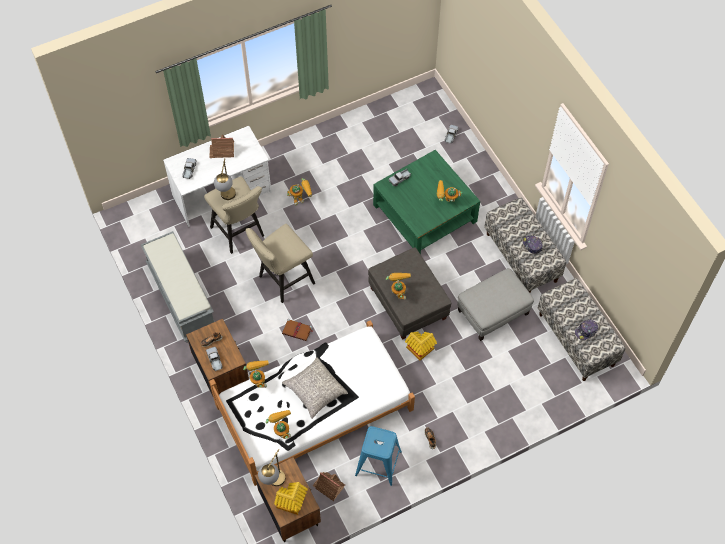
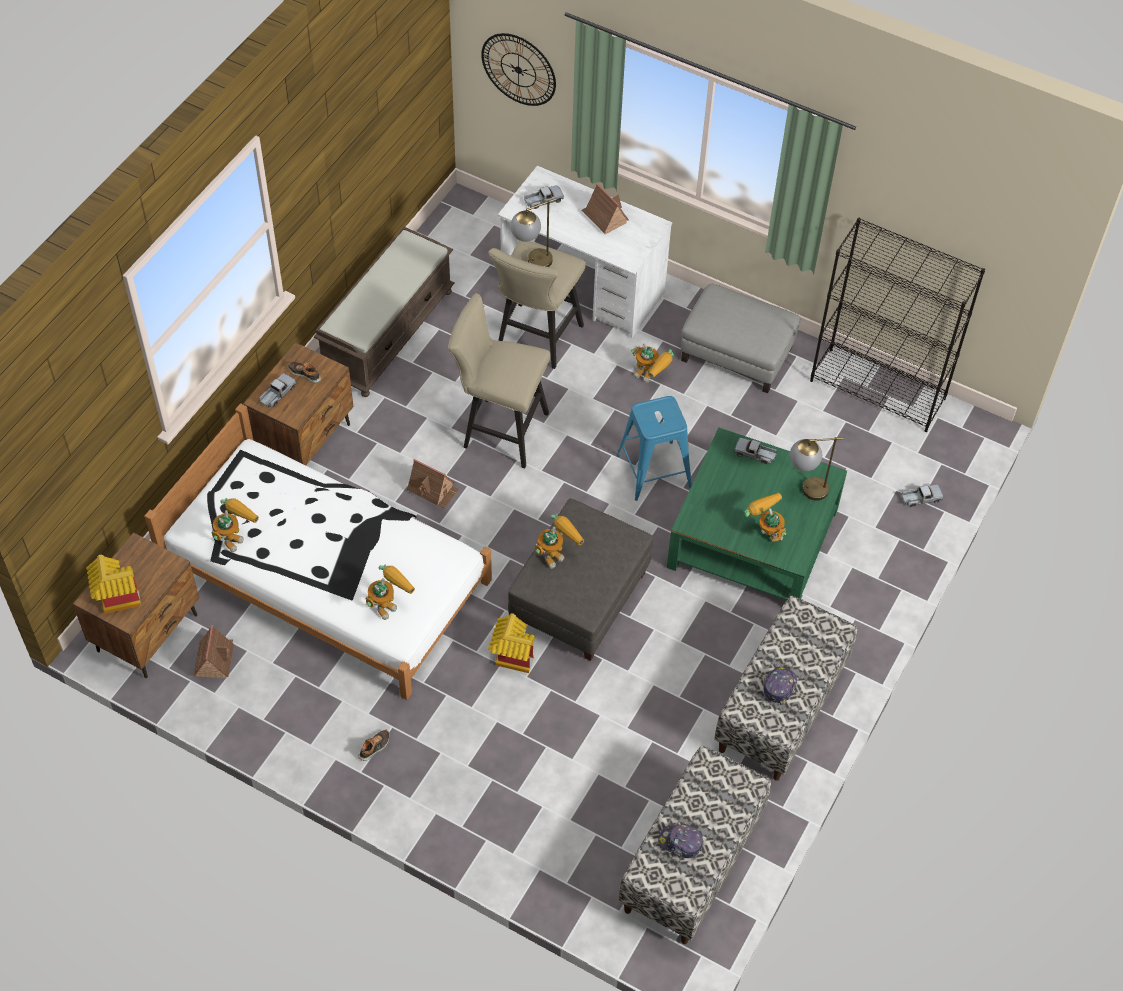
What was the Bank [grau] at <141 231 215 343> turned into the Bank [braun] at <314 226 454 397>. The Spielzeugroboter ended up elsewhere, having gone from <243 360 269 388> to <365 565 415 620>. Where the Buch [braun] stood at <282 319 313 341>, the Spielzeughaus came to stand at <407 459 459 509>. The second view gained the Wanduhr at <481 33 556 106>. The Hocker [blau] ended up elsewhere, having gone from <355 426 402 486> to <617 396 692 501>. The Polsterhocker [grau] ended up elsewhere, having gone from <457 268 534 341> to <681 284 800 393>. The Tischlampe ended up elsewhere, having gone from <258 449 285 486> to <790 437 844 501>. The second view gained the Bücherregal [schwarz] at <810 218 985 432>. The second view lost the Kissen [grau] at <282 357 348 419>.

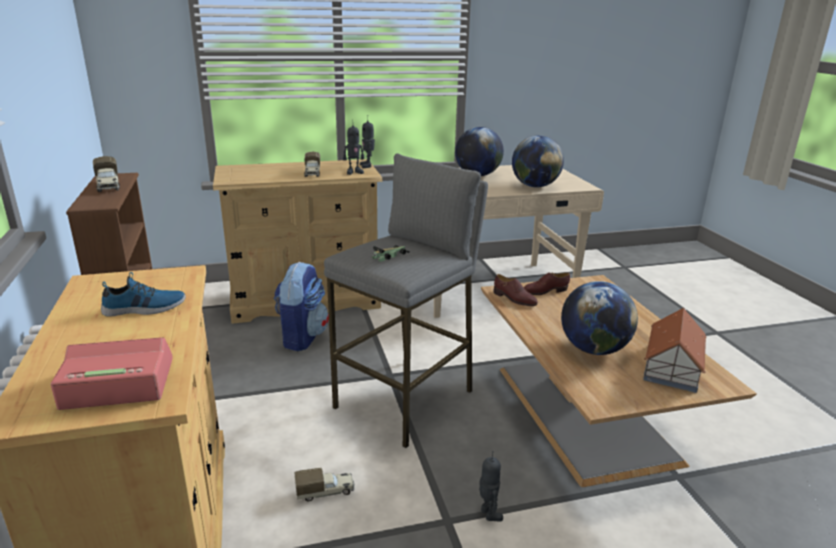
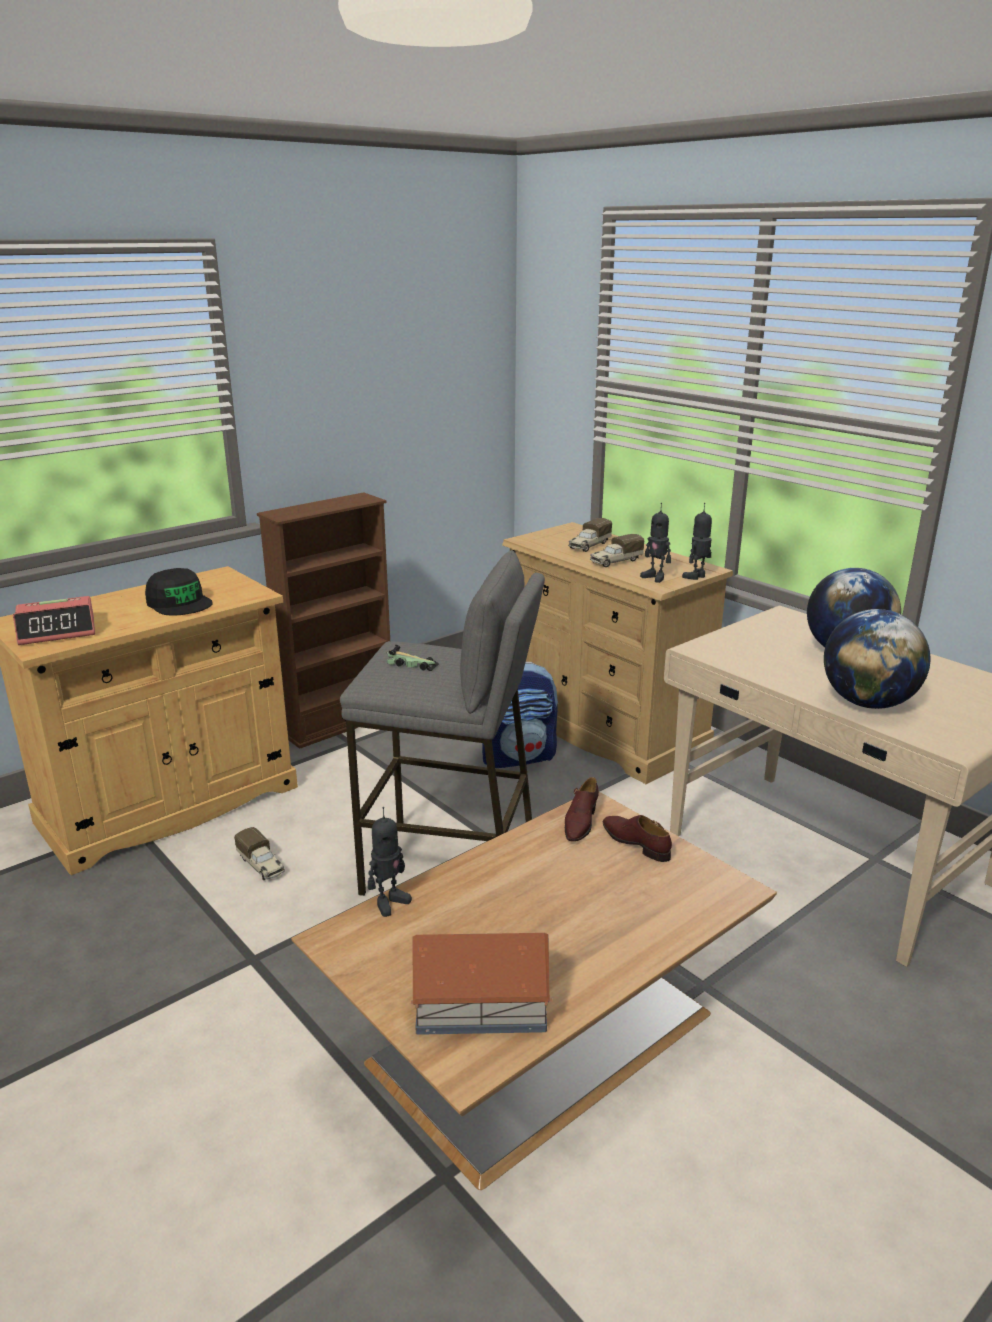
The Wecker at <50 337 172 410> ended up facing another way, 105 degrees clockwise from before. Where the Schuh stood at <101 272 186 317>, the Kappe [schwarz] came to stand at <145 568 213 615>. The Spielzeugroboter ended up elsewhere, having gone from <479 451 503 522> to <368 807 412 917>. The Spielzeuglaster ended up elsewhere, having gone from <93 156 120 192> to <568 518 612 552>. The second view lost the Globus at <561 281 638 355>.

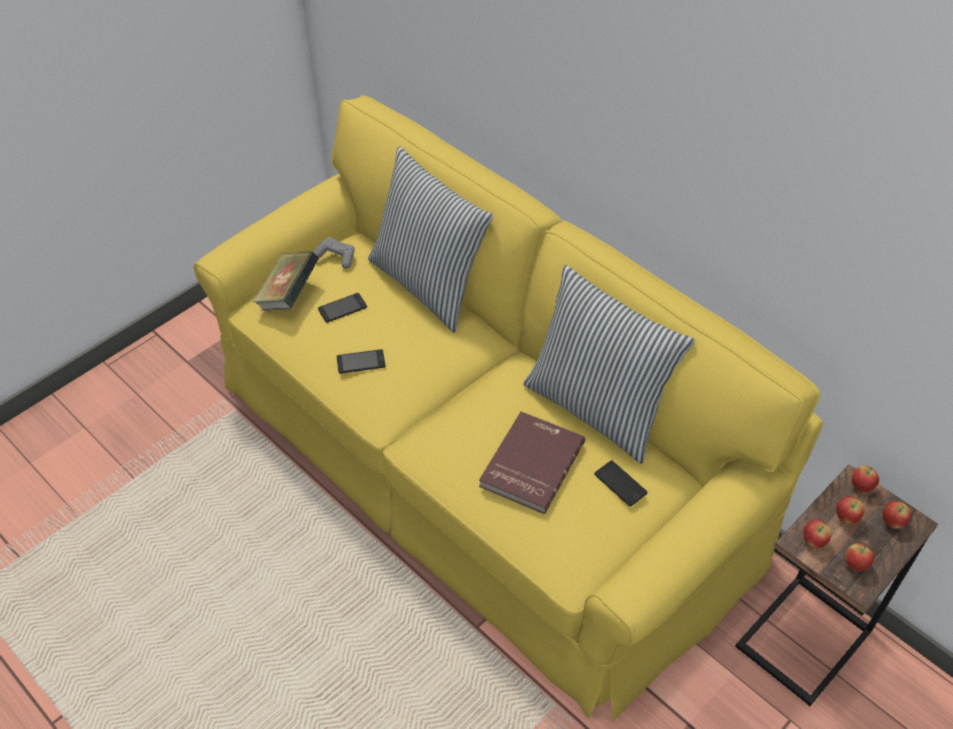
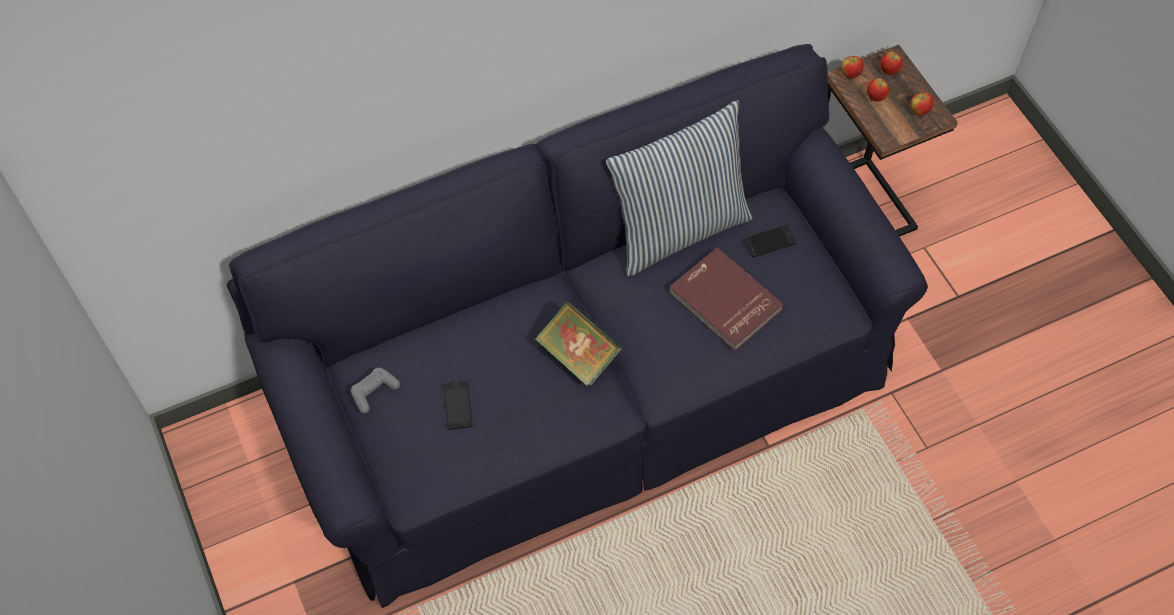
What was the Sofa [gelb] at <194 96 823 721> turned into the Sofa [schwarz] at <227 44 928 608>. The Buch ended up elsewhere, having gone from <253 251 319 311> to <535 300 623 386>. The second view lost the Handy at <337 349 385 374>. The second view lost the Kissen at <368 146 493 333>. The second view lost the Apfel at <803 520 832 548>.

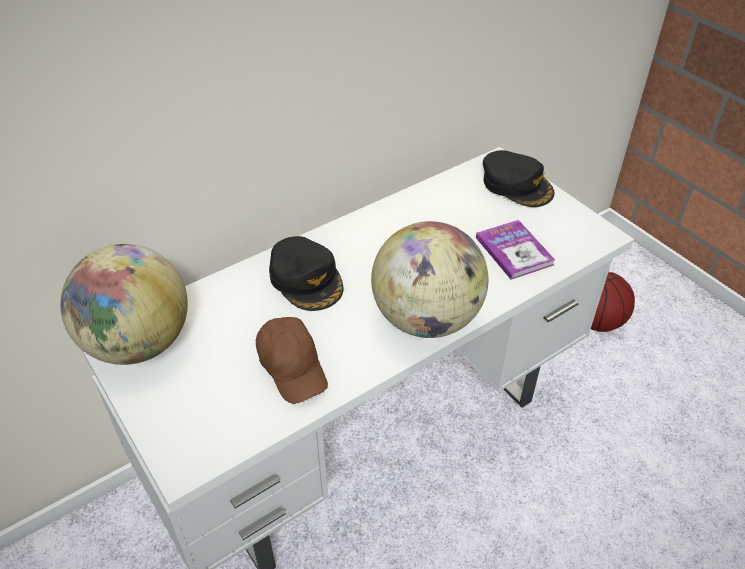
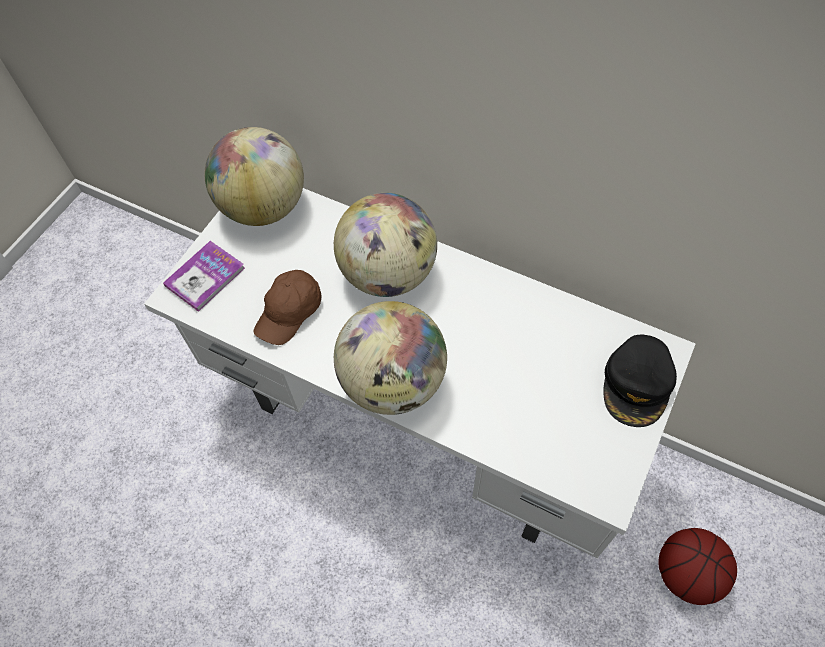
The Buch ended up elsewhere, having gone from <476 220 555 280> to <163 241 245 312>. Where the Kappe [schwarz] stood at <269 236 344 311>, the Globus came to stand at <334 193 437 297>.

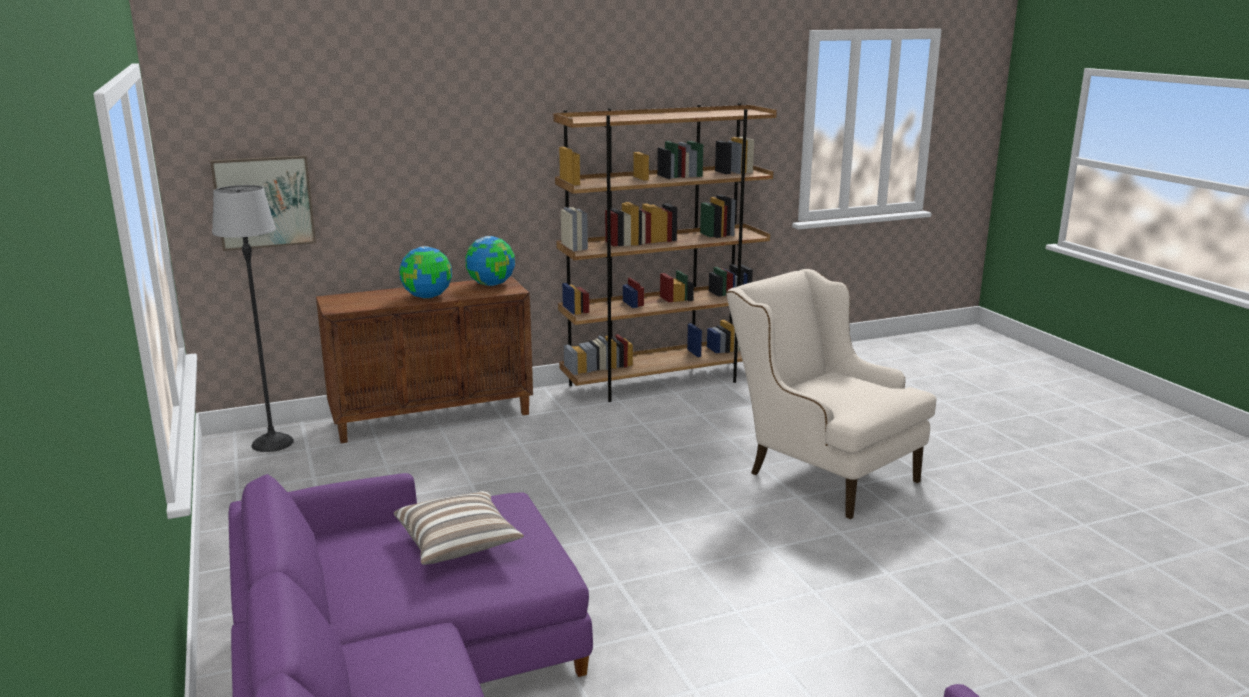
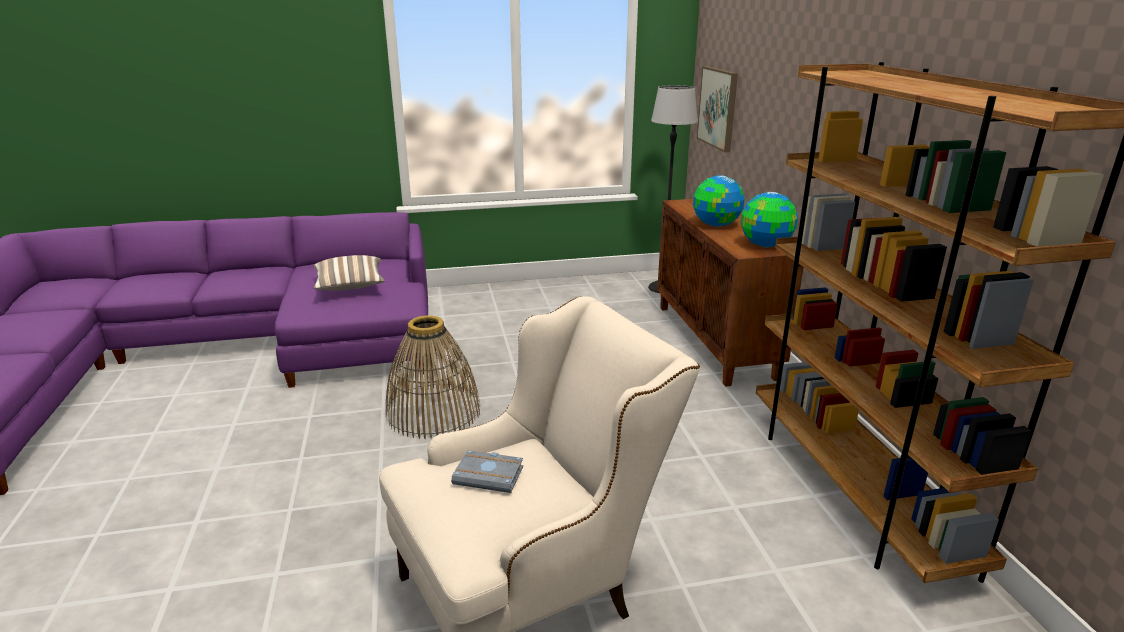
The second view gained the Korb at <386 315 481 439>. The second view gained the Buch [grau] at <451 450 523 493>.

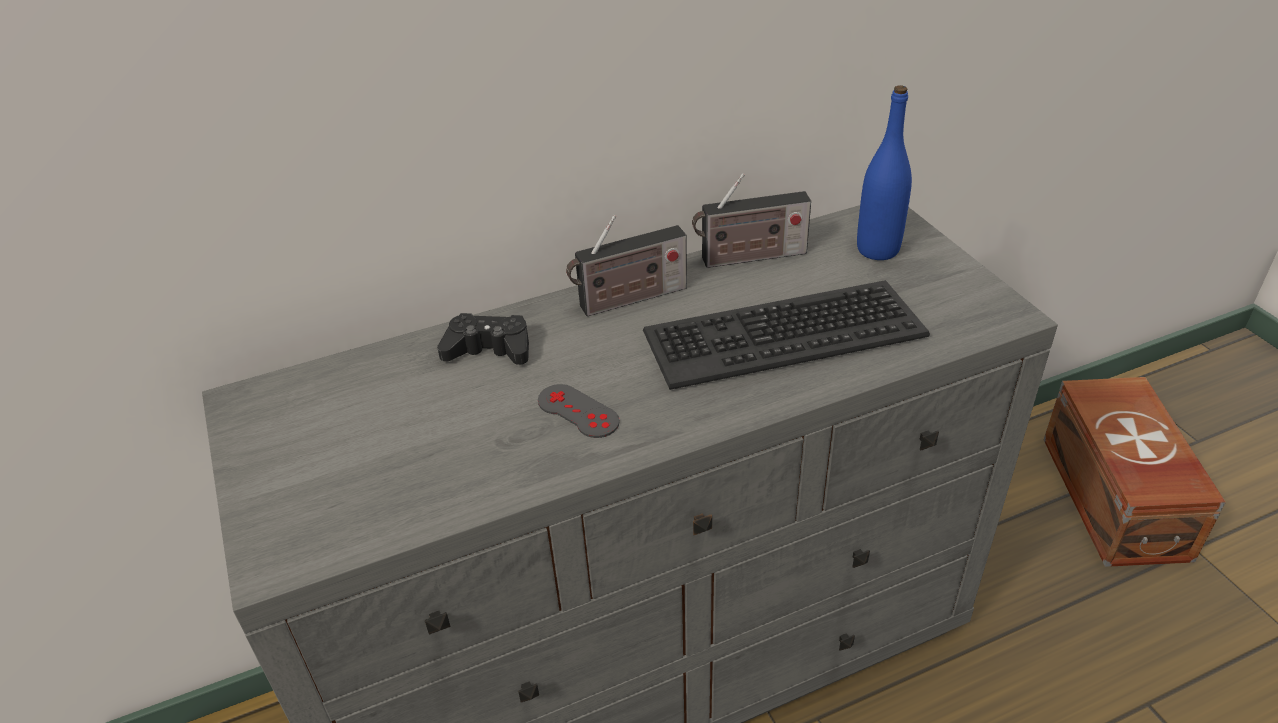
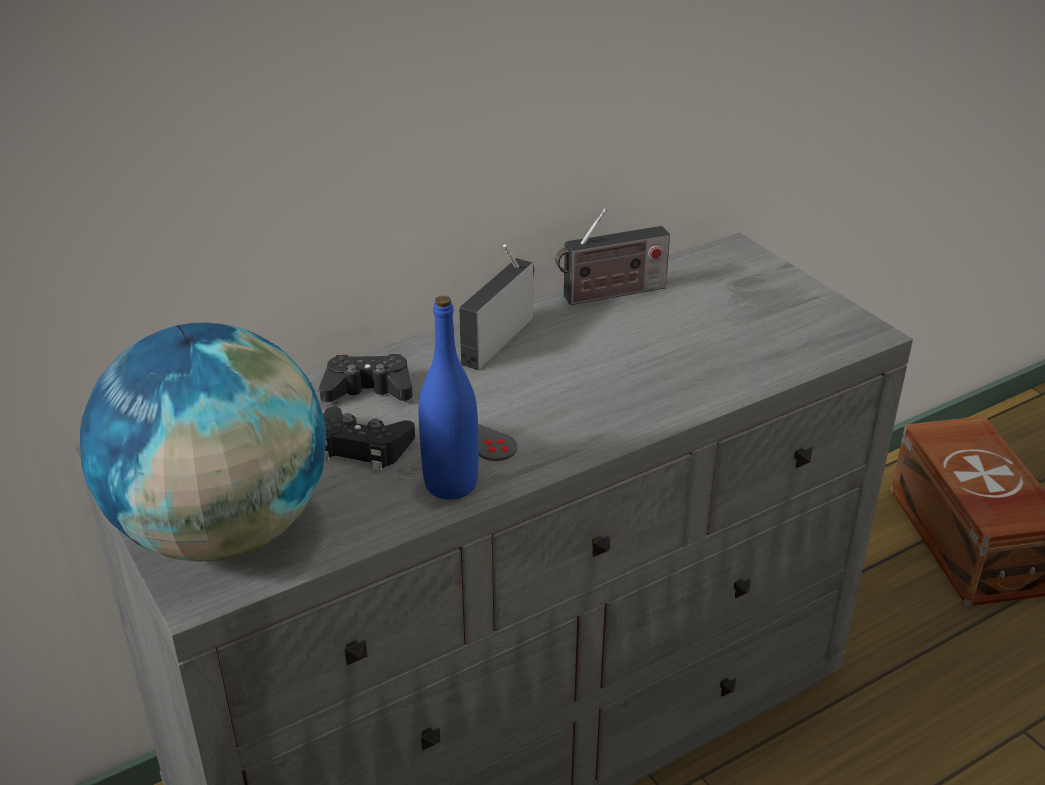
The second view gained the Globus at <80 323 326 562>. The second view gained the Gamepad [schwarz] at <323 407 415 471>. The Flasche [blau] ended up elsewhere, having gone from <857 85 912 260> to <418 296 478 500>. The Radio at <566 215 687 316> ended up facing another way, 150 degrees clockwise from before. The second view lost the Tastatur at <643 280 930 390>.

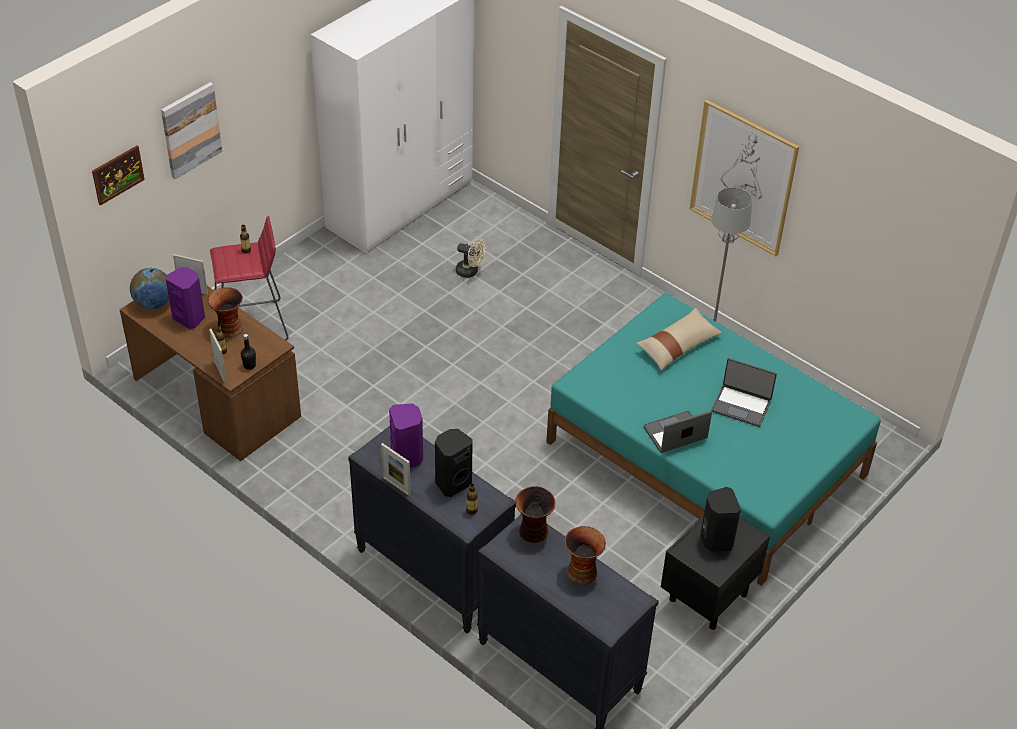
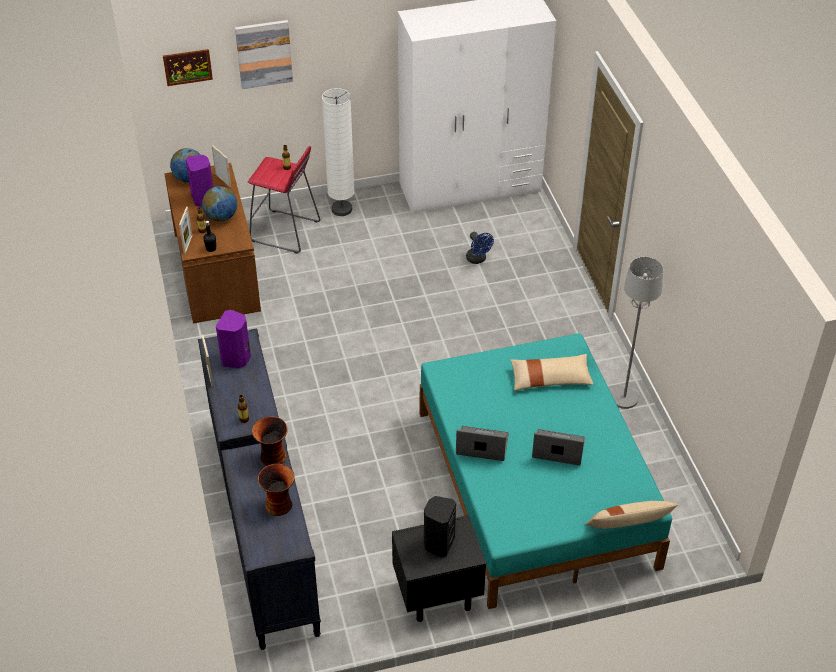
Where the Vase stood at <208 287 243 338>, the Globus came to stand at <202 186 237 222>. The second view gained the Stehlampe [weiß] at <322 88 355 216>. What was the Ventilator [beige] at <456 239 485 278> turned into the Ventilator [blau] at <466 232 494 264>. The Laptop at <711 358 777 427> ended up facing another way, 135 degrees clockwise from before. The second view gained the Kissen [beige] at <585 501 679 529>. The second view lost the Lautsprecher [schwarz] at <435 429 473 497>. The second view lost the Bild at <690 100 799 256>.

